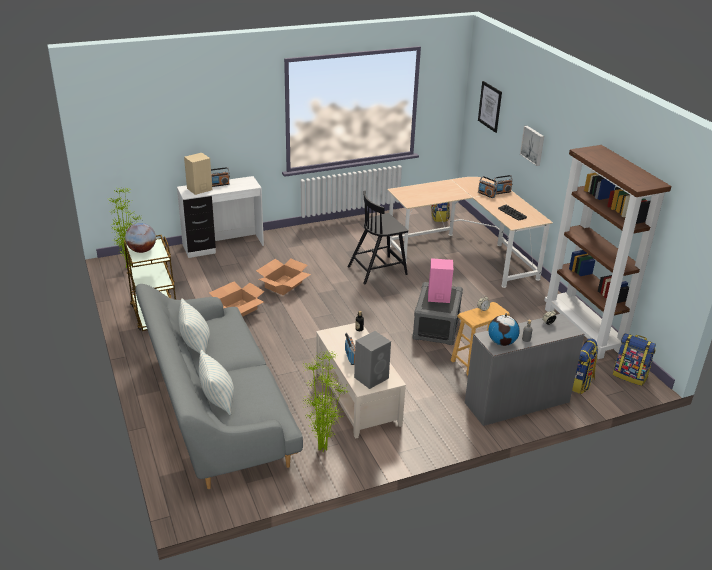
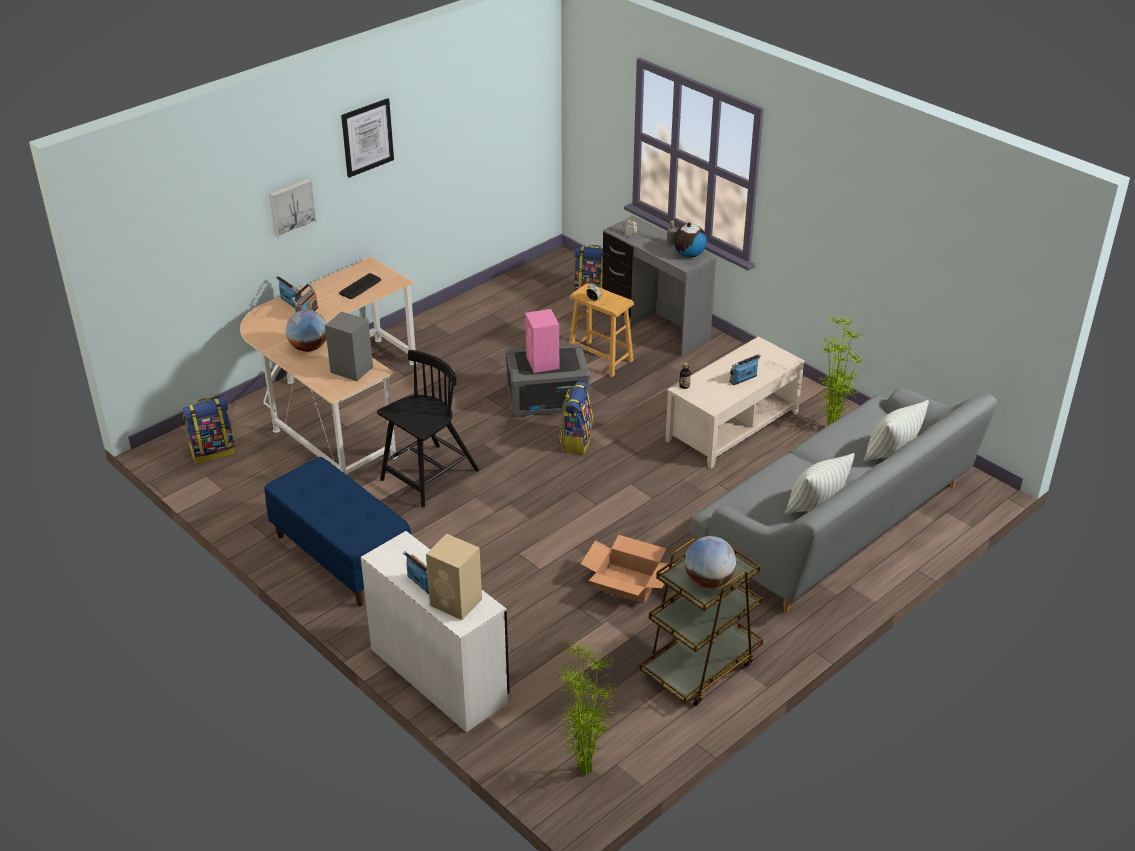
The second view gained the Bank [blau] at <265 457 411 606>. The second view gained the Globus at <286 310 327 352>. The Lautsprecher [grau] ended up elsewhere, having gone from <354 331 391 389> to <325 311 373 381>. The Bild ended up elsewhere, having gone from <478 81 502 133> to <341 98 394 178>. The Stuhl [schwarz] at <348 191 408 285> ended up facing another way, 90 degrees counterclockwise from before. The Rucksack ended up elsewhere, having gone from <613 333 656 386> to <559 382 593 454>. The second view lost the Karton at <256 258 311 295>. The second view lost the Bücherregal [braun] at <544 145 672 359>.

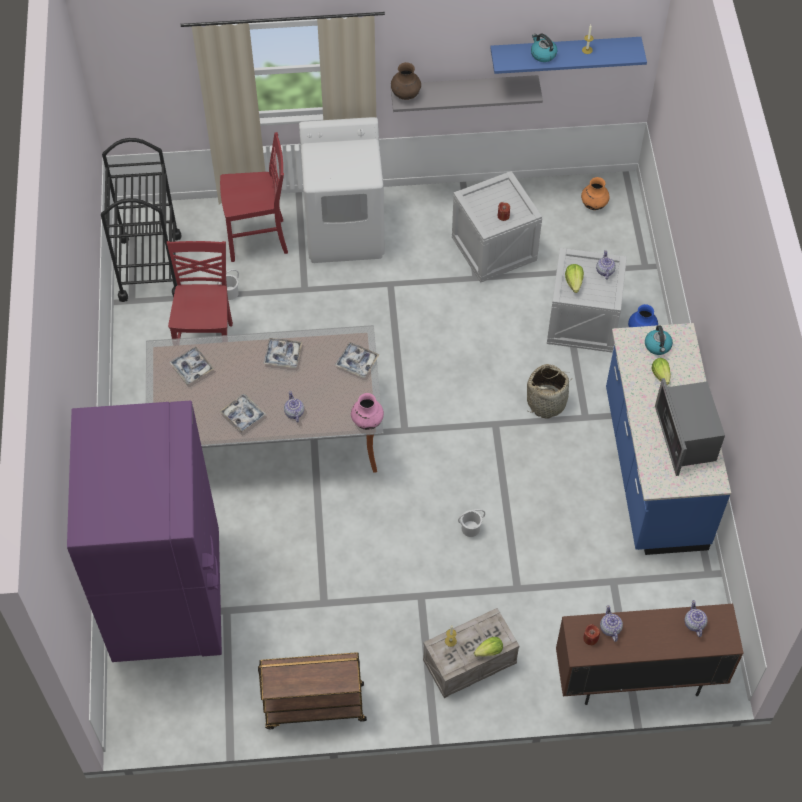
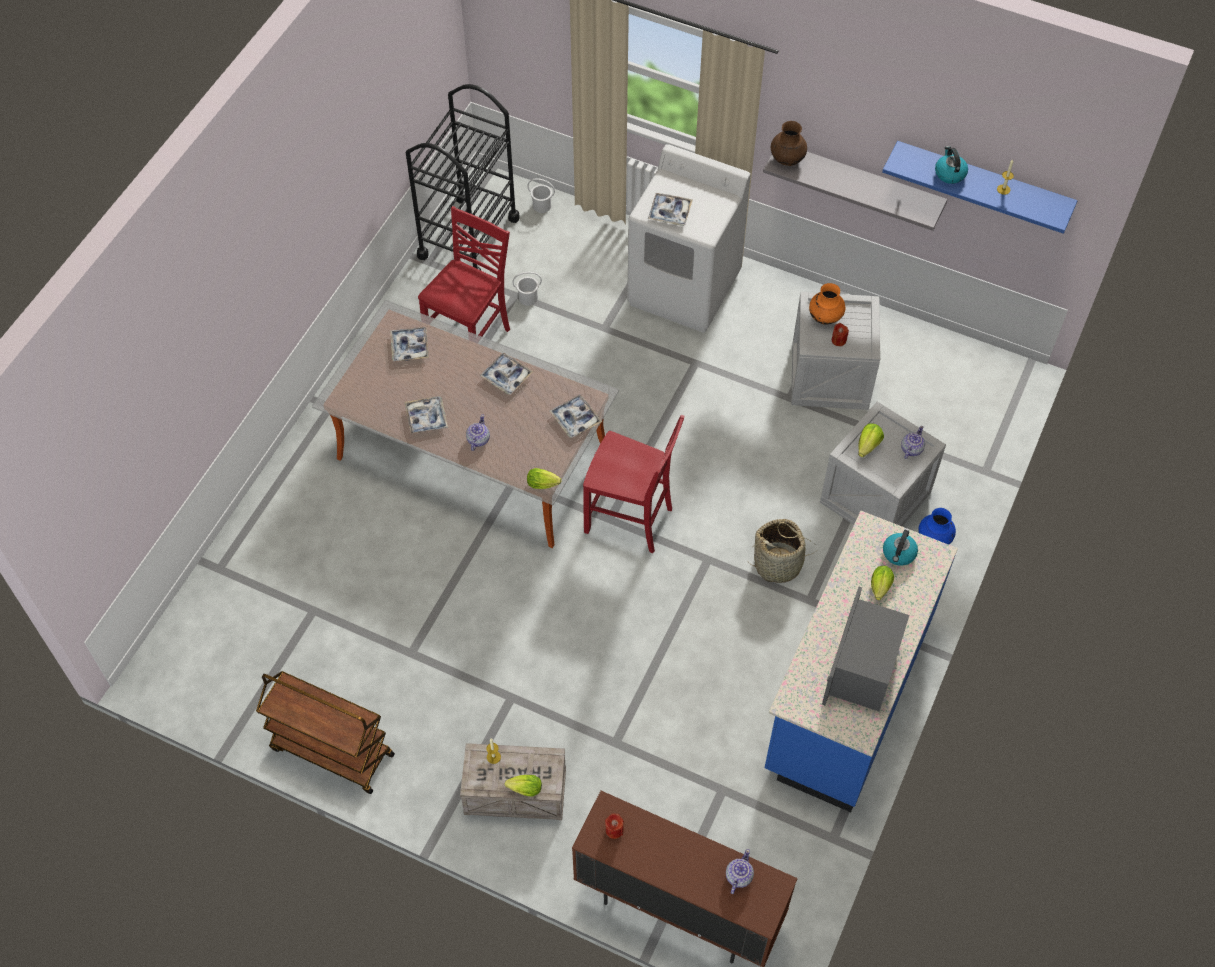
The Eimer [weiß] ended up elsewhere, having gone from <458 509 485 537> to <527 178 555 213>. Where the Vase [rosa] stood at <351 393 384 430>, the Salatkopf came to stand at <527 468 561 489>. The Stuhl [rot] ended up elsewhere, having gone from <220 132 288 262> to <583 415 684 553>. The second view gained the Tablett at <648 193 692 226>. The Vase [orange] ended up elsewhere, having gone from <581 177 610 210> to <809 283 845 325>. The second view lost the Kühlschrank [lila] at <67 400 222 662>. The second view lost the Teekanne at <600 605 623 642>.

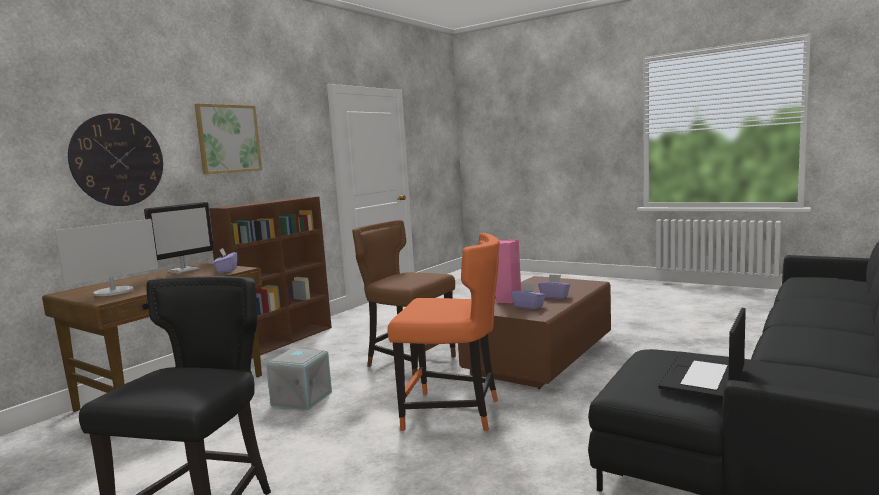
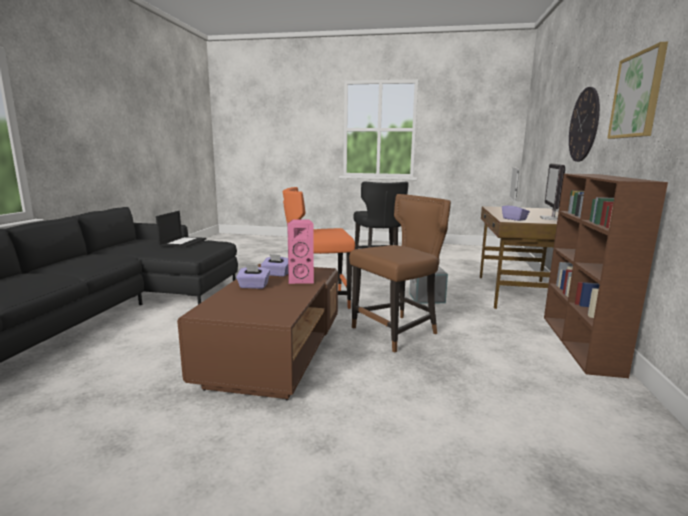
The Stuhl [braun] at <352 220 456 377> ended up facing another way, 45 degrees counterclockwise from before.

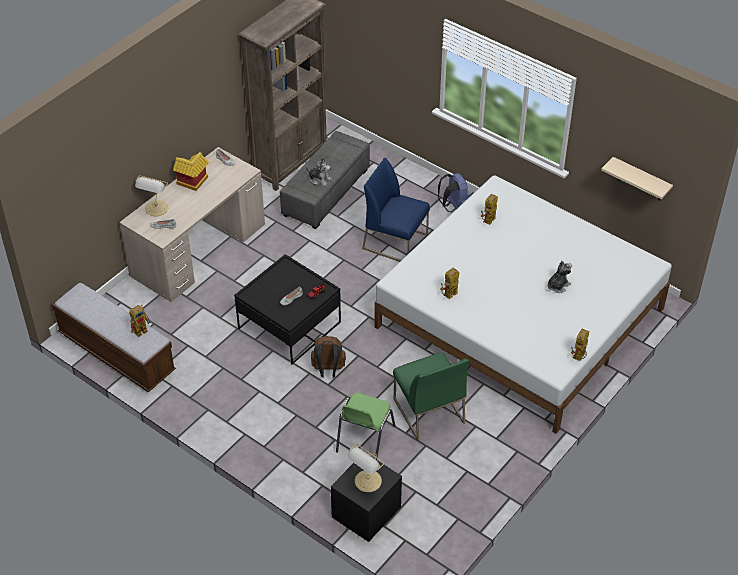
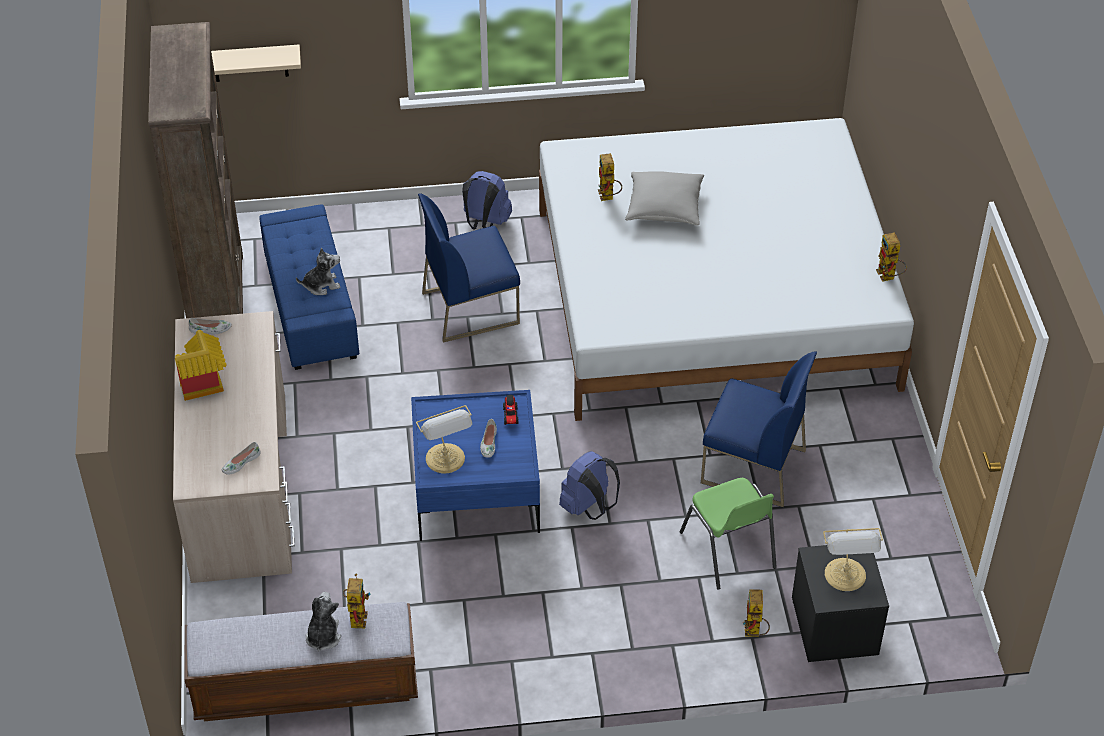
The Wandregal [beige] ended up elsewhere, having gone from <601 157 673 200> to <211 45 301 82>. What was the Polsterhocker [grau] at <280 131 370 229> turned into the Polsterhocker [blau] at <259 204 359 370>. The Plüschtier ended up elsewhere, having gone from <547 261 572 293> to <305 592 341 651>. What was the Couchtisch [schwarz] at <234 254 341 365> turned into the Couchtisch [blau] at <411 390 540 541>. The Tischlampe ended up elsewhere, having gone from <135 175 168 216> to <416 405 472 473>. What was the Rucksack [braun] at <311 337 346 378> turned into the Rucksack [blau] at <559 451 620 520>. The second view gained the Kissen [grau] at <625 171 704 226>. What was the Stuhl [grün] at <393 352 469 440> turned into the Stuhl [blau] at <701 351 817 507>. The Spielzeugroboter ended up elsewhere, having gone from <440 268 459 299> to <743 589 770 637>.

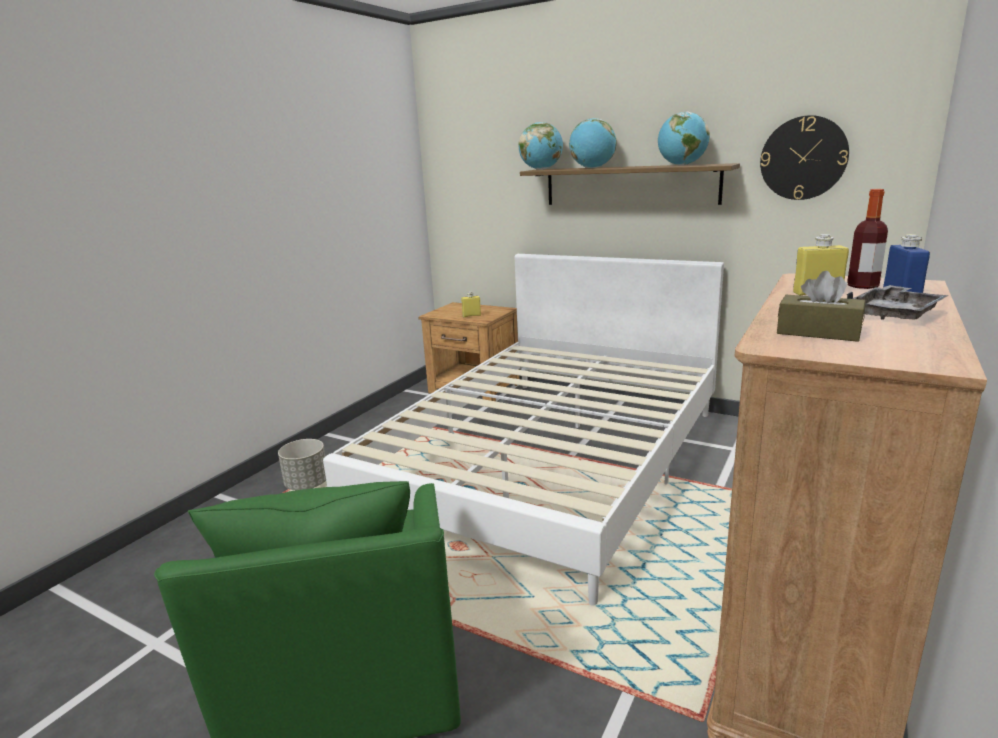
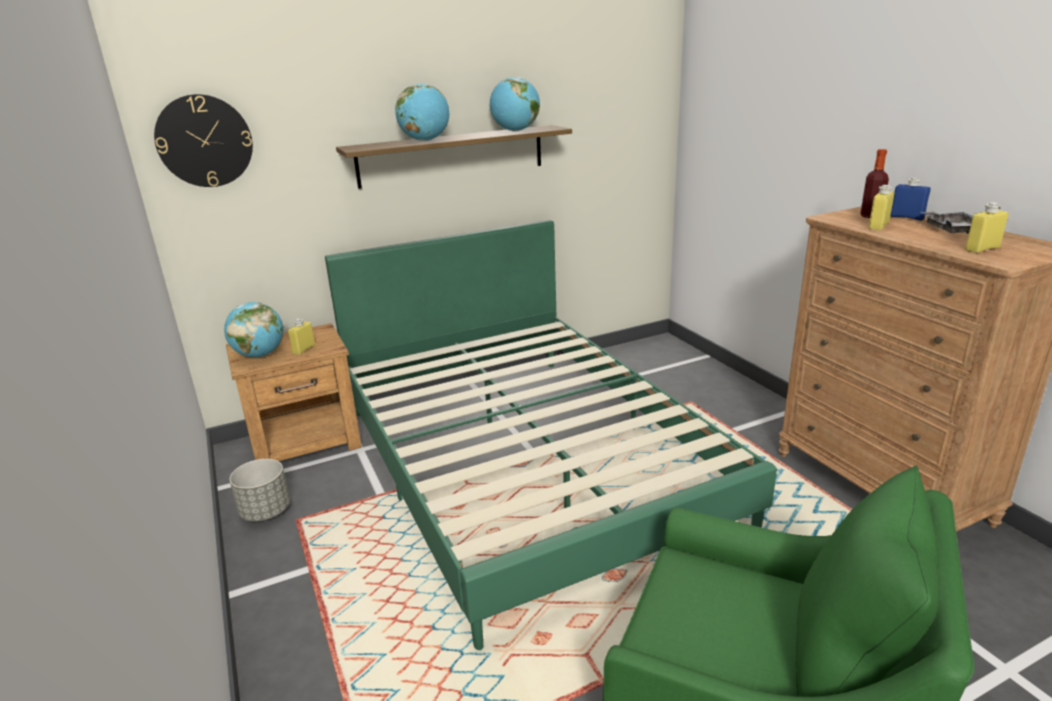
The Wanduhr ended up elsewhere, having gone from <760 115 849 200> to <154 94 253 187>. The Globus ended up elsewhere, having gone from <519 122 563 170> to <224 302 284 357>. The Pflanzkübel [grau] ended up elsewhere, having gone from <278 439 326 490> to <230 459 290 521>. What was the Bett [weiß] at <323 254 724 606> turned into the Bett [grün] at <325 220 777 650>. Where the Taschentuchbox [braun] stood at <777 271 866 342>, the Flasche [gelb] came to stand at <965 202 1009 253>.

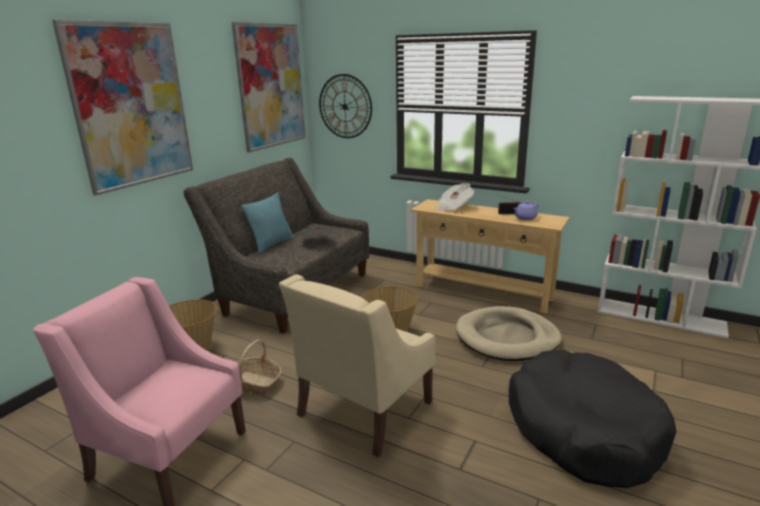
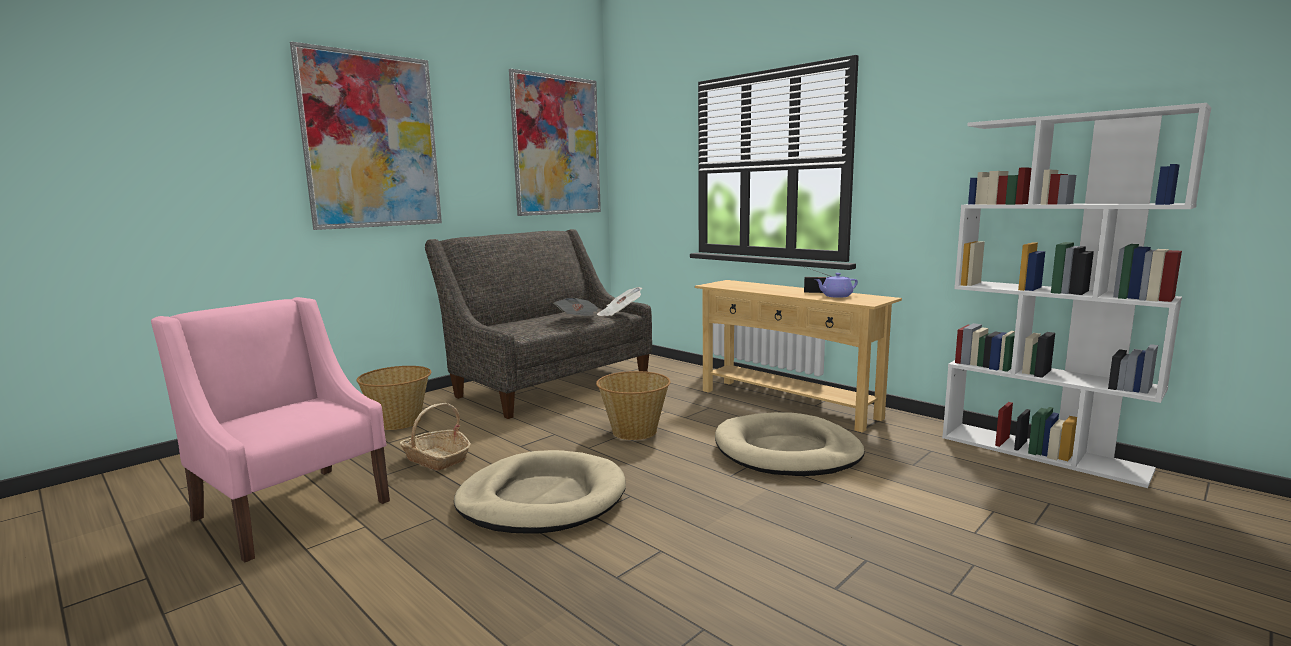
Where the Sessel [beige] stood at <279 274 435 457>, the Hundebett [beige] came to stand at <454 450 626 534>. The Zeitung ended up elsewhere, having gone from <436 183 474 211> to <597 287 642 316>. The second view lost the Kissen [türkis] at <241 192 294 254>. The second view lost the Wanduhr at <319 74 372 138>. The second view lost the Hundebett [schwarz] at <509 349 676 488>.

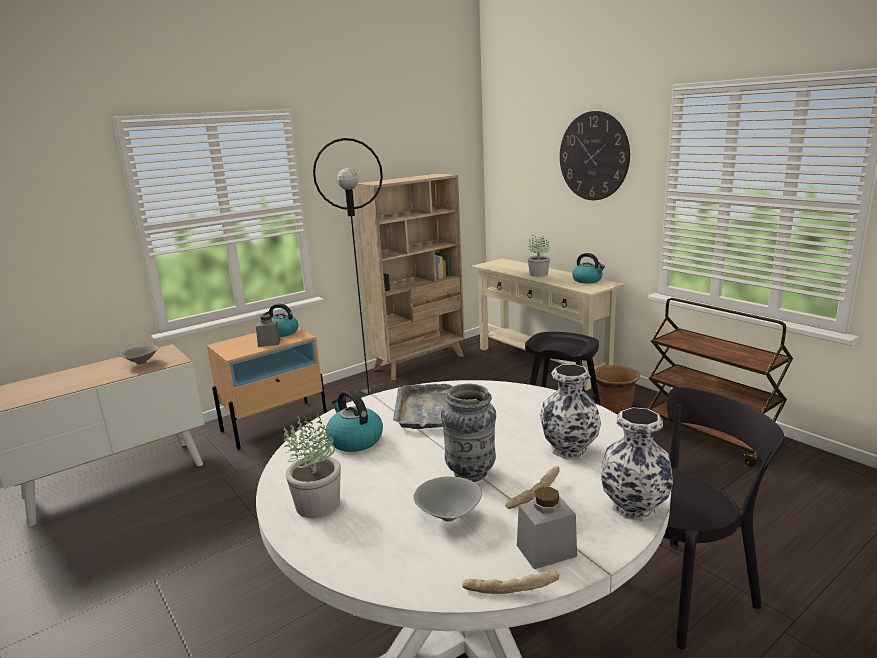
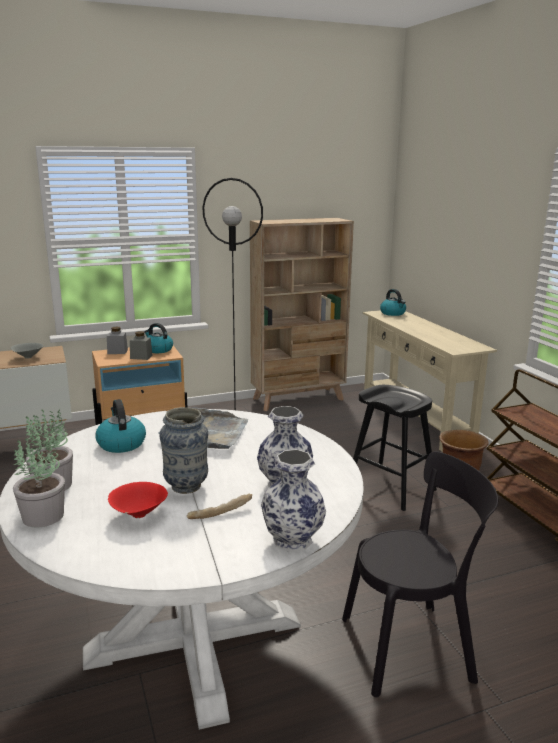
The Topfpflanze ended up elsewhere, having gone from <528 235 550 277> to <13 431 65 527>. The Vorratsglas [grau] ended up elsewhere, having gone from <517 487 577 569> to <107 327 128 354>. What was the Schüssel [grau] at <413 477 482 521> turned into the Schüssel [rot] at <108 482 168 518>. The Wasserkessel ended up elsewhere, having gone from <572 253 605 284> to <380 289 406 316>. The second view lost the Brot at <462 571 559 594>. The second view lost the Wanduhr at <560 111 630 200>.

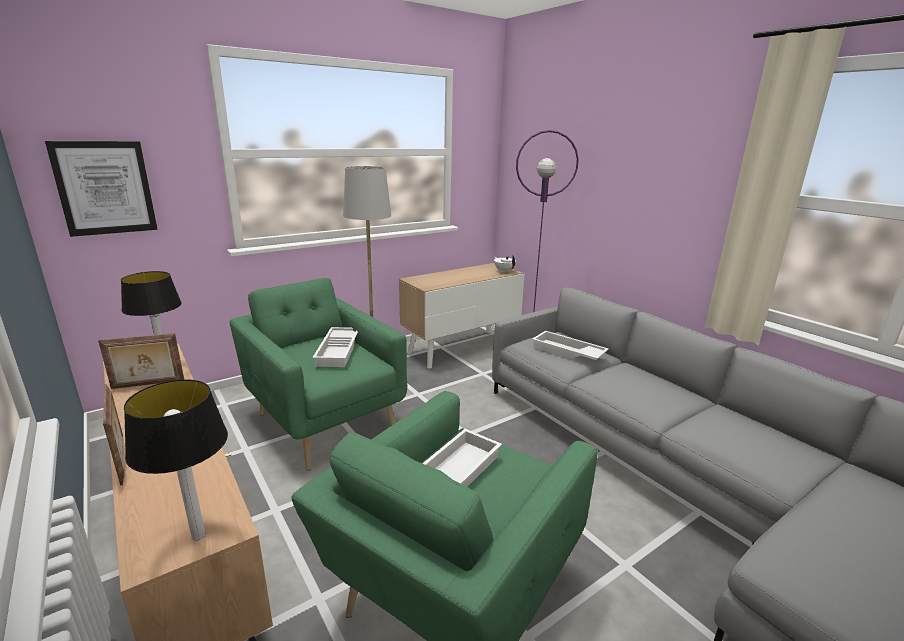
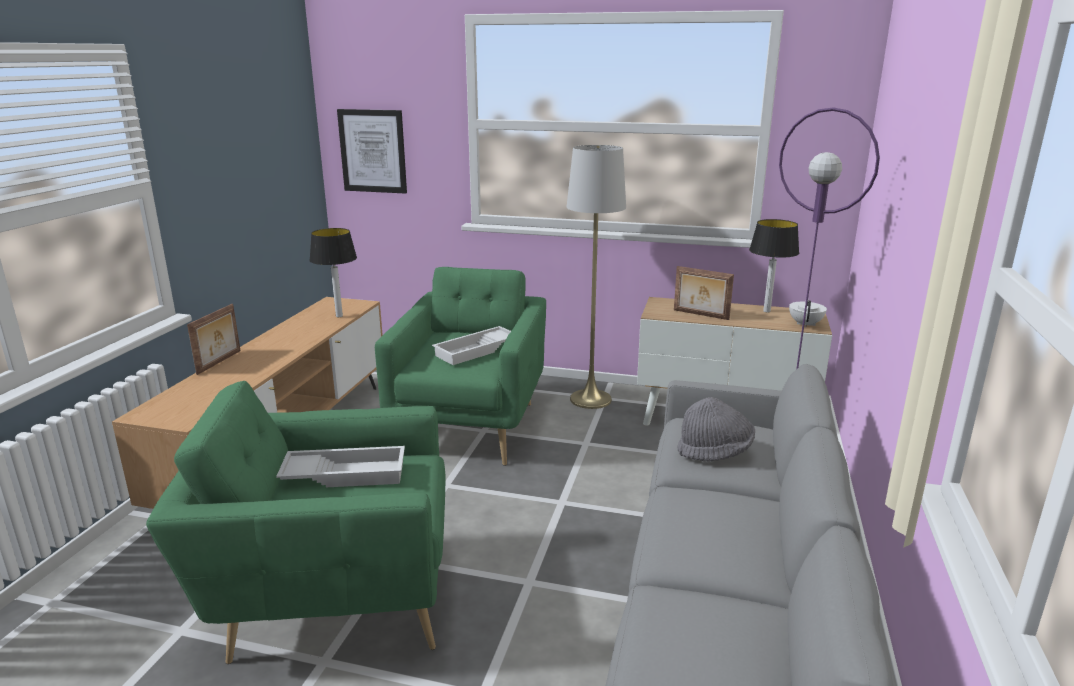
The Bilderrahmen ended up elsewhere, having gone from <98 333 184 389> to <674 266 734 320>. Where the Tablett [weiß] stood at <532 331 609 360>, the Hut [grau] came to stand at <677 397 755 461>. The Tischlampe ended up elsewhere, having gone from <124 379 228 541> to <749 219 799 312>.

